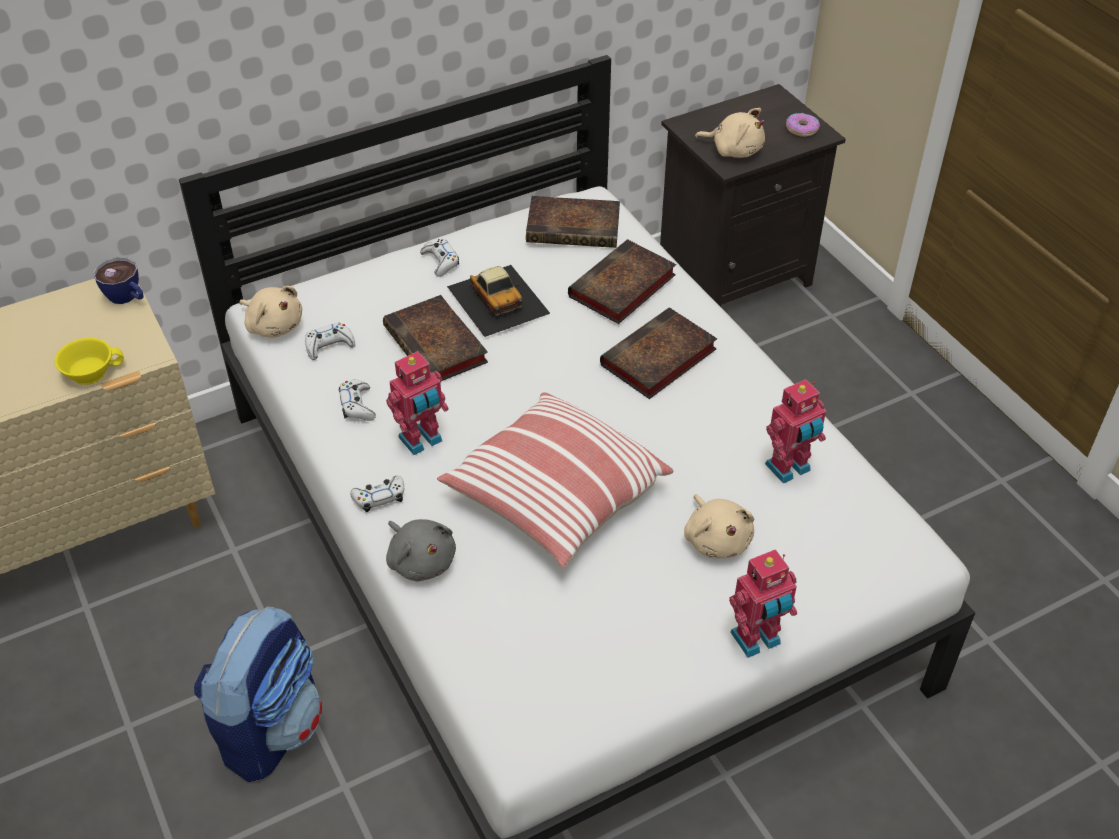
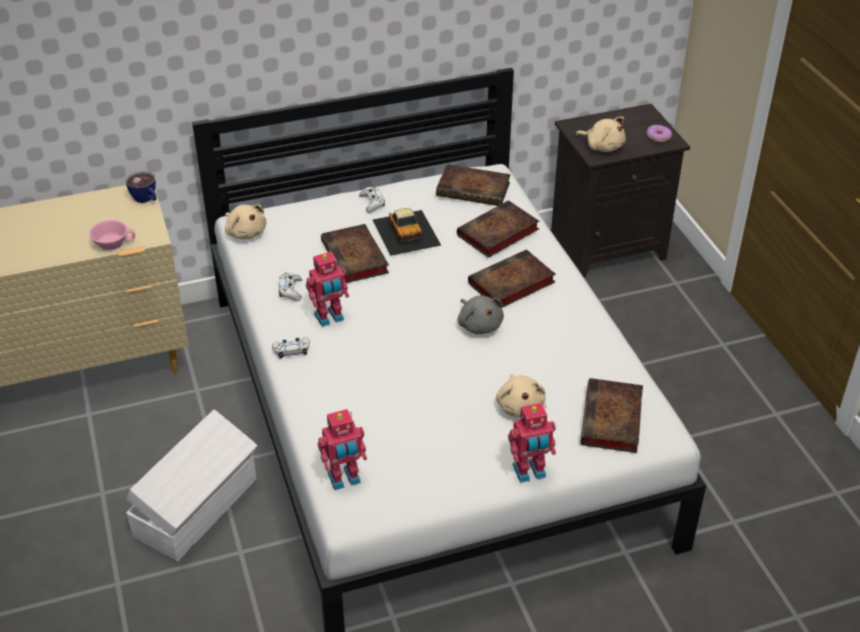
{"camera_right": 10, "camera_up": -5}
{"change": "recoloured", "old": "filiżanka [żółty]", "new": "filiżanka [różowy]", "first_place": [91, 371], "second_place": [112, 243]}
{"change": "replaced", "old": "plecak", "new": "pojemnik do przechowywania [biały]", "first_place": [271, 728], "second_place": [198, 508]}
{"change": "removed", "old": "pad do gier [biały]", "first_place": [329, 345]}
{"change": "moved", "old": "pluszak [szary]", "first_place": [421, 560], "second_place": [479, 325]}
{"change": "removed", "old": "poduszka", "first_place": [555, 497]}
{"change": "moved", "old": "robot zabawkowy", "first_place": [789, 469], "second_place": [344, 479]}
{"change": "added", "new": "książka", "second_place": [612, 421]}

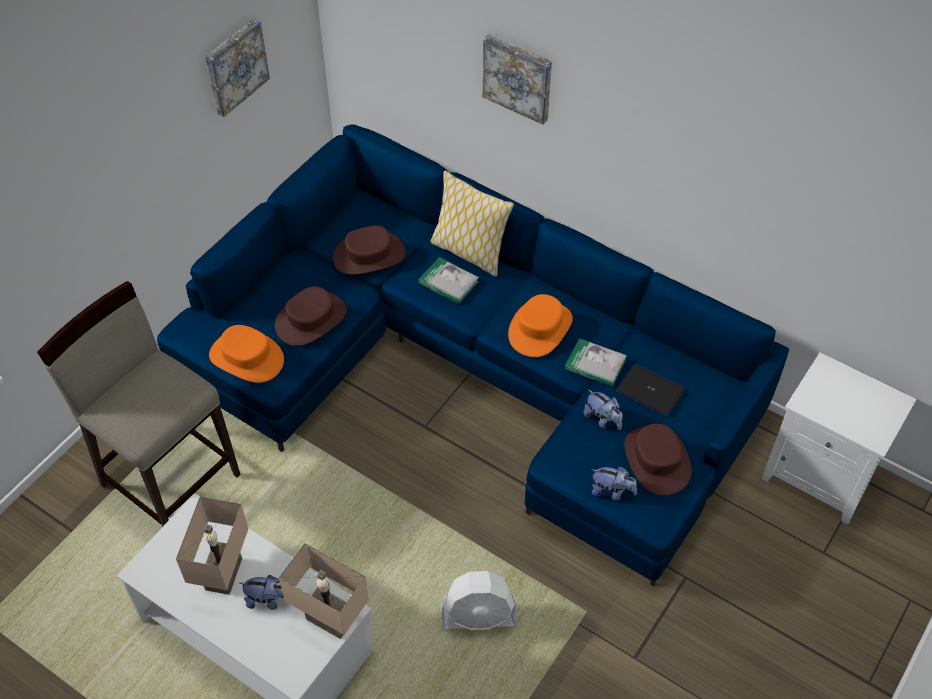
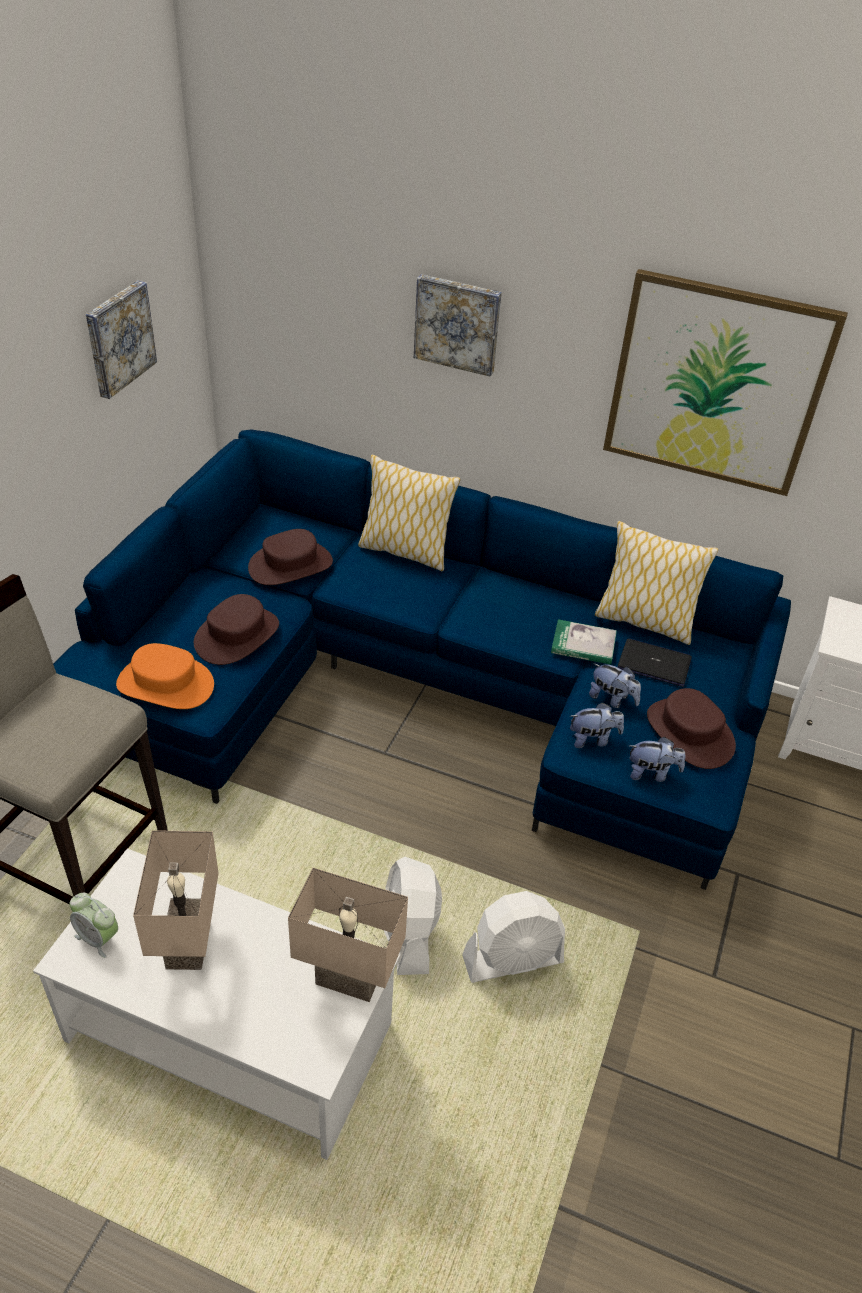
{"camera_right": -15, "camera_up": -10}
{"change": "moved", "old": "pluszak", "first_place": [268, 600], "second_place": [593, 739]}
{"change": "removed", "old": "książka", "first_place": [448, 282]}
{"change": "removed", "old": "kapelusz [pomarańczowy]", "first_place": [540, 328]}
{"change": "added", "new": "budzik", "second_place": [98, 938]}
{"change": "added", "new": "wentylator [biały]", "second_place": [410, 933]}
{"change": "added", "new": "poduszka", "second_place": [644, 621]}
{"change": "added", "new": "obraz", "second_place": [716, 384]}

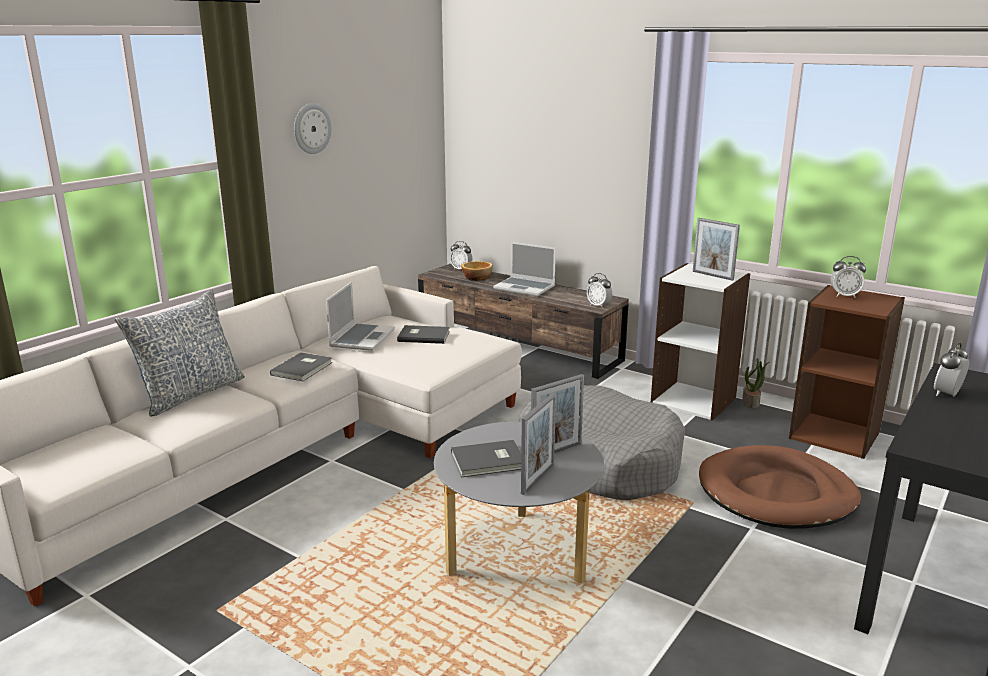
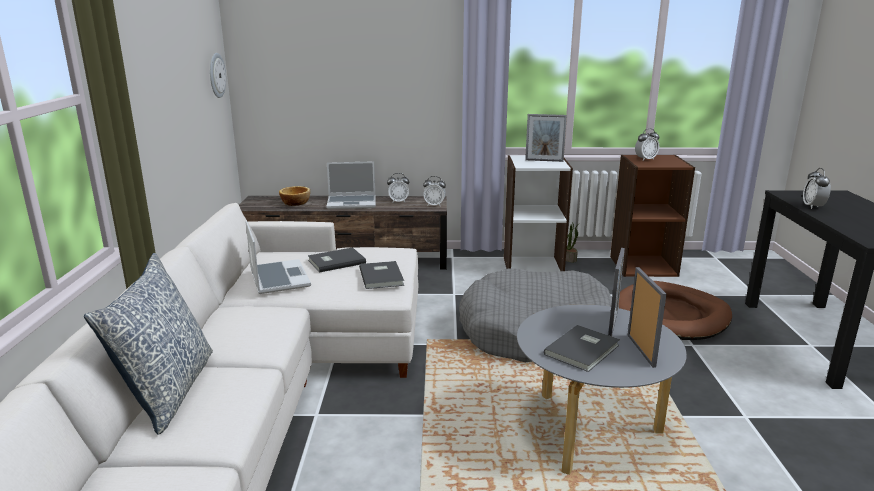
{"camera_right": -35, "camera_up": 0}
{"change": "moved", "old": "książka [szary]", "first_place": [303, 368], "second_place": [382, 276]}
{"change": "moved", "old": "zegar ścienny", "first_place": [311, 128], "second_place": [216, 75]}
{"change": "moved", "old": "budzik", "first_place": [461, 269], "second_place": [398, 201]}

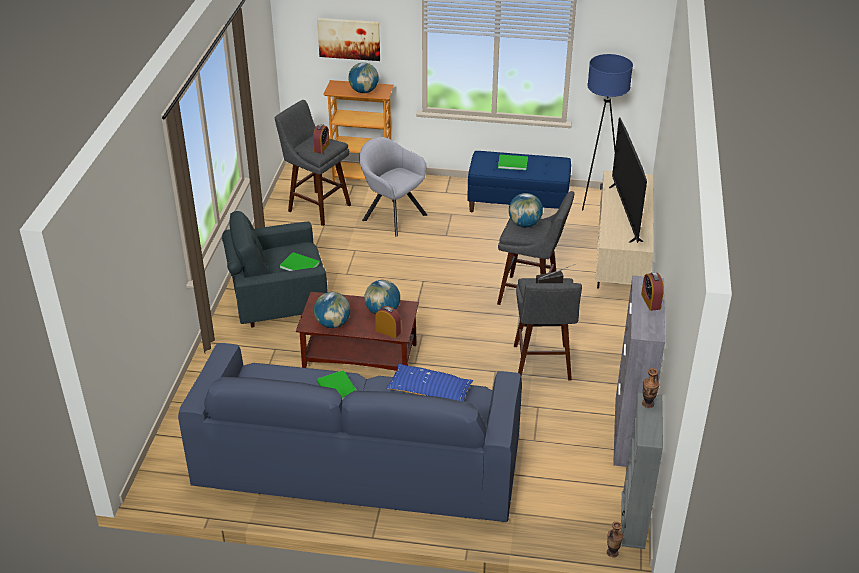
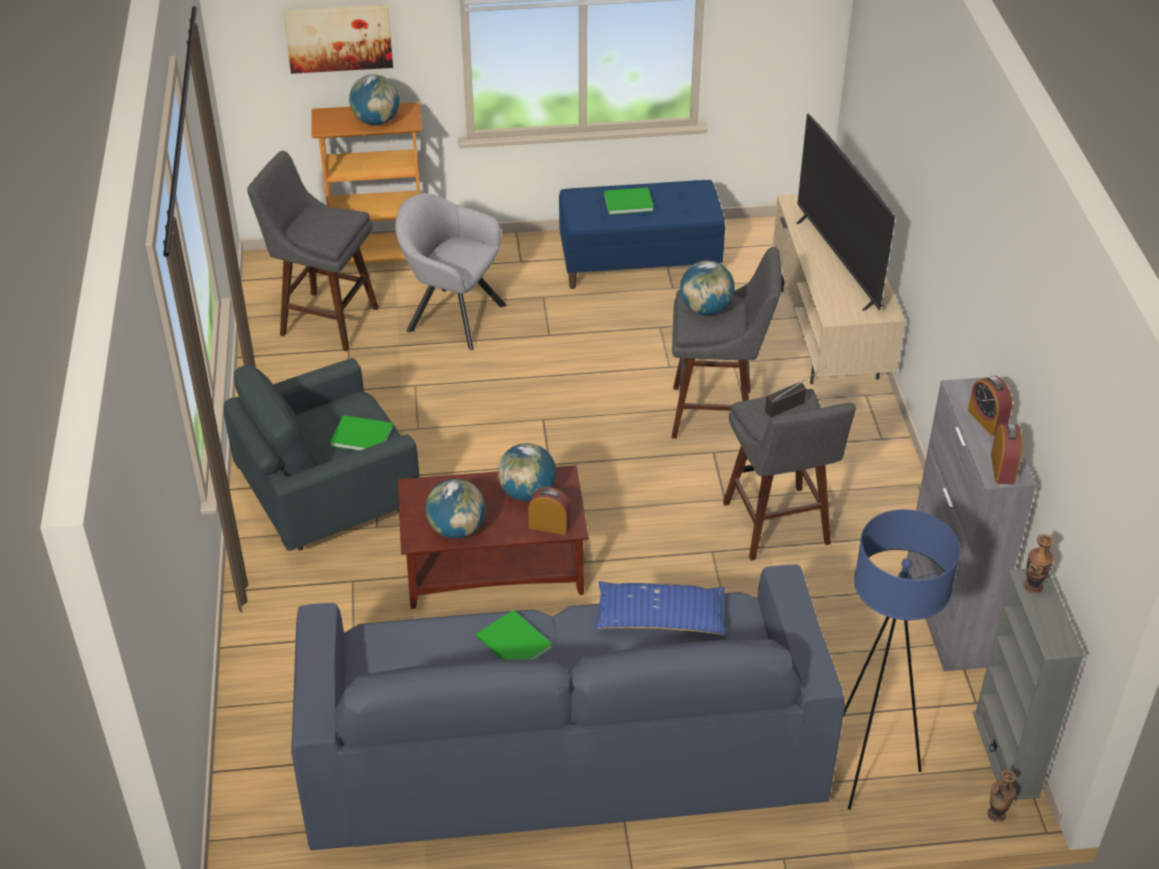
{"camera_right": -15, "camera_up": 5}
{"change": "moved", "old": "budzik", "first_place": [321, 147], "second_place": [1002, 468]}
{"change": "moved", "old": "lampa stojąca [niebieski]", "first_place": [596, 200], "second_place": [867, 769]}

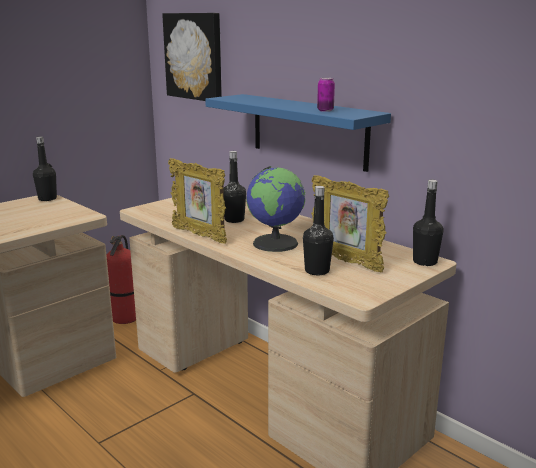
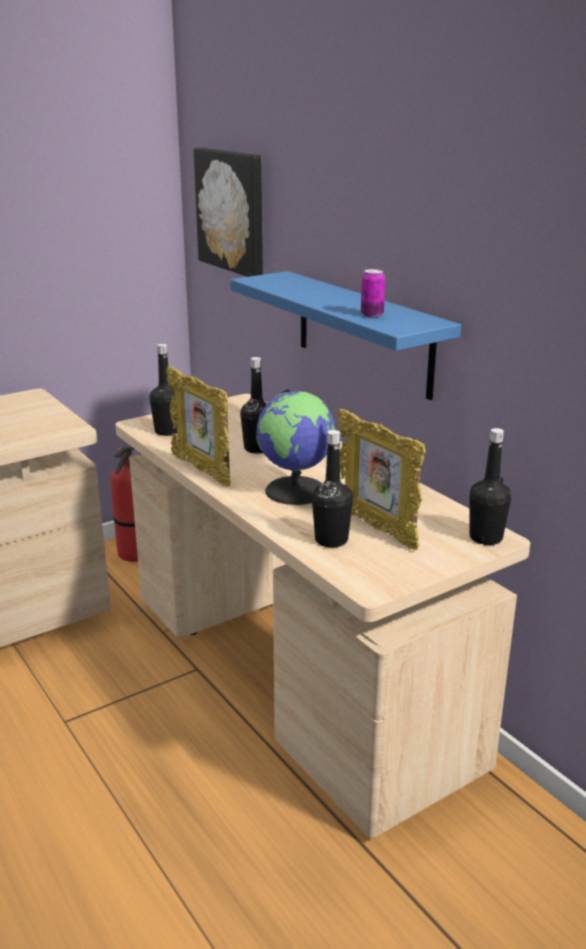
{"camera_right": 10, "camera_up": 5}
{"change": "moved", "old": "butelka [czarny]", "first_place": [47, 199], "second_place": [167, 431]}

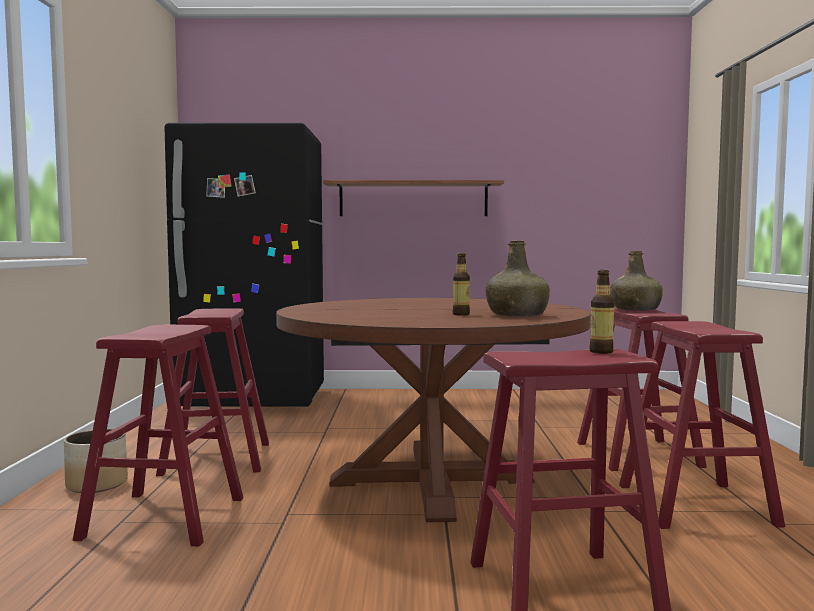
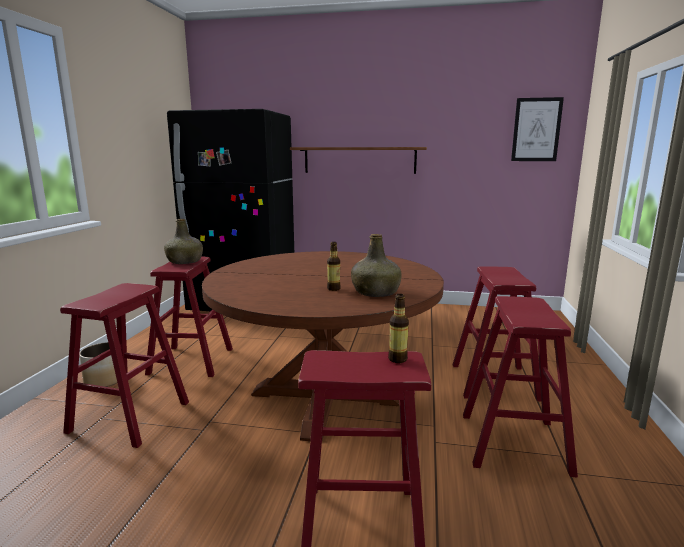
{"camera_right": 10, "camera_up": 10}
{"change": "moved", "old": "butelka [zielony]", "first_place": [635, 309], "second_place": [185, 261]}
{"change": "added", "new": "obraz", "second_place": [536, 130]}

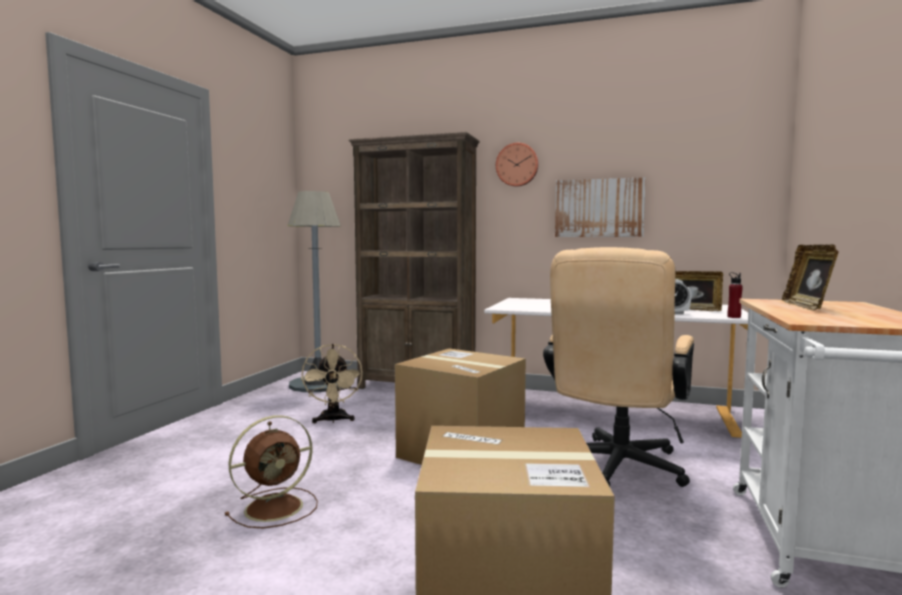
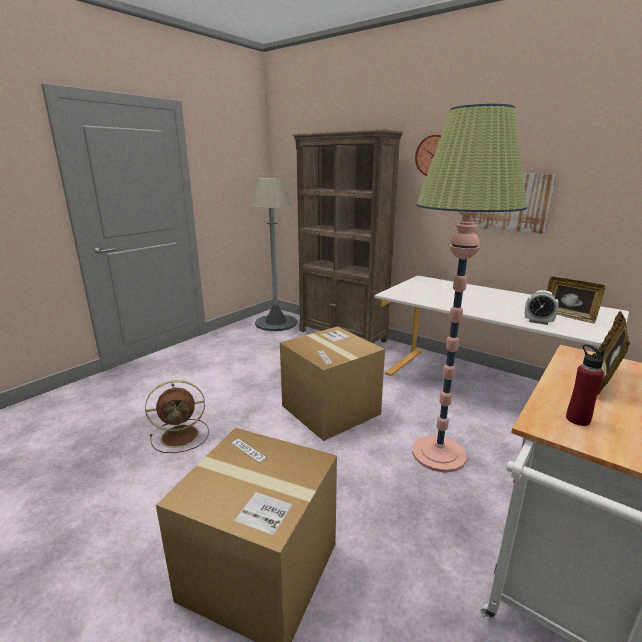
{"camera_right": 20, "camera_up": 15}
{"change": "removed", "old": "wentylator [beżowy]", "first_place": [333, 420]}
{"change": "replaced", "old": "krzesło biurowe [beżowy]", "new": "lampa stojąca", "first_place": [616, 470], "second_place": [438, 454]}
{"change": "moved", "old": "butelka [czerwony]", "first_place": [733, 317], "second_place": [577, 419]}

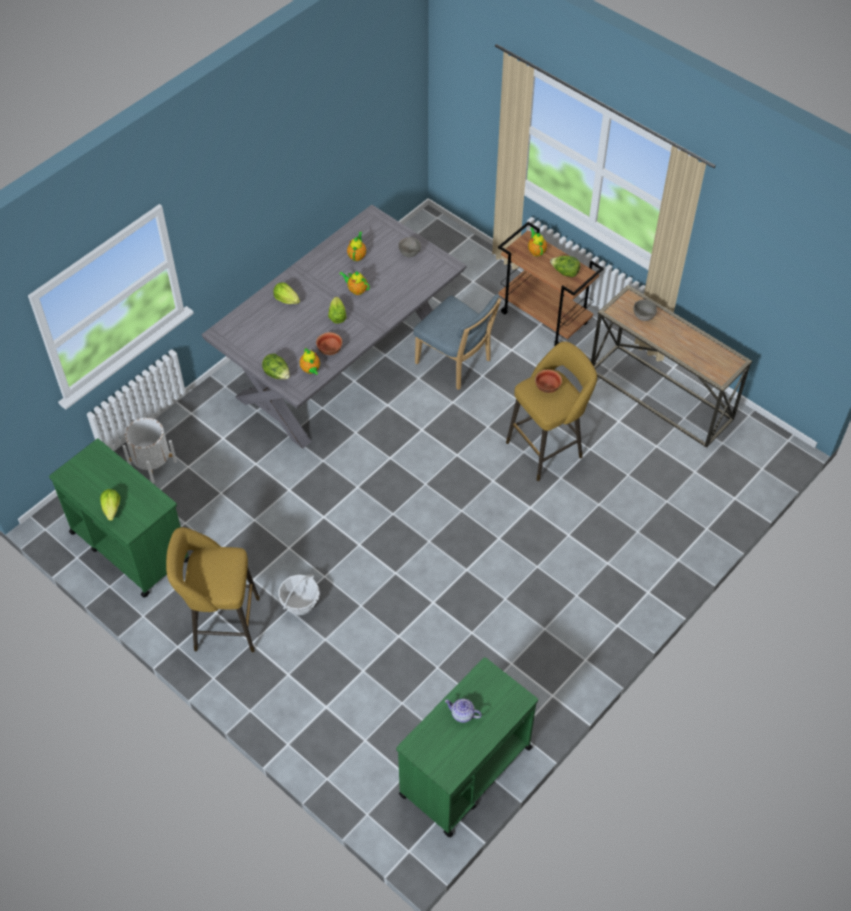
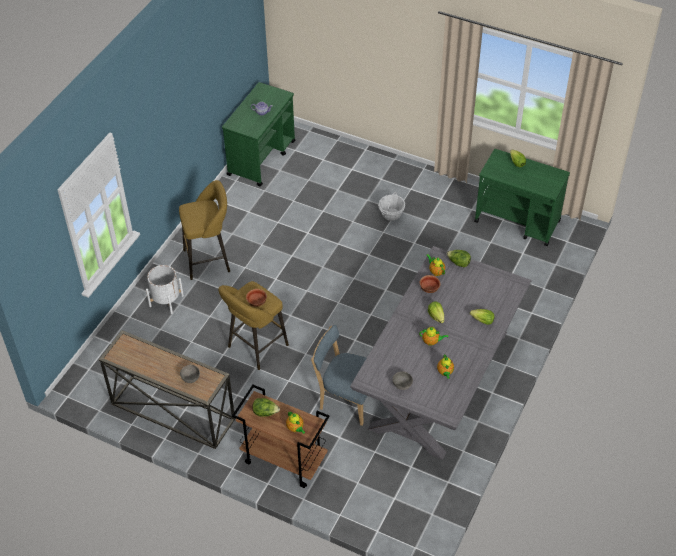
{"camera_right": 165, "camera_up": -5}
{"change": "moved", "old": "donica [biały]", "first_place": [152, 464], "second_place": [166, 301]}
{"change": "moved", "old": "stołek [żółty]", "first_place": [222, 624], "second_place": [210, 260]}

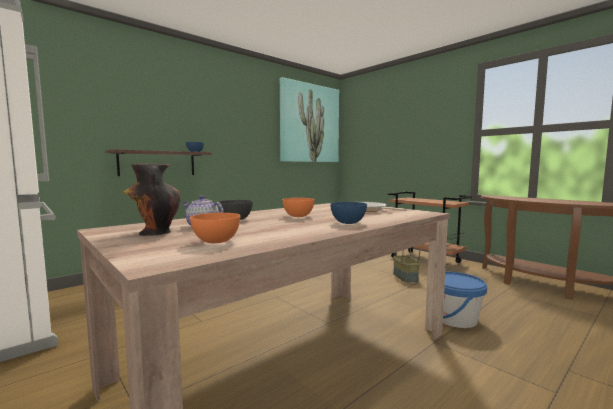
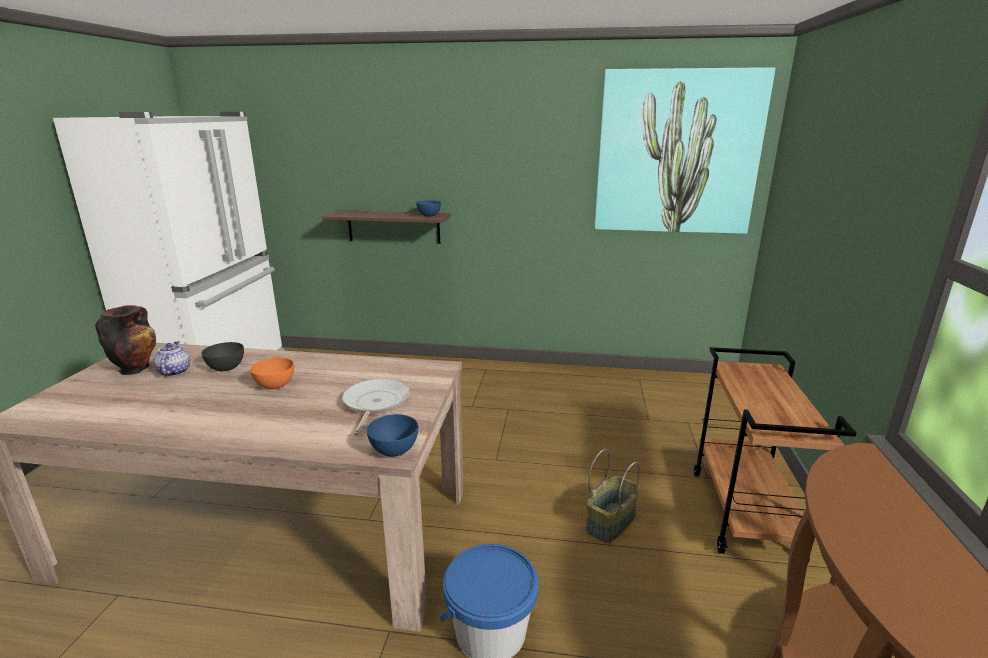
{"camera_right": 50, "camera_up": 15}
{"change": "removed", "old": "miska [pomarańczowy]", "first_place": [216, 241]}
{"change": "moved", "old": "miska [niebieski]", "first_place": [348, 223], "second_place": [394, 450]}

